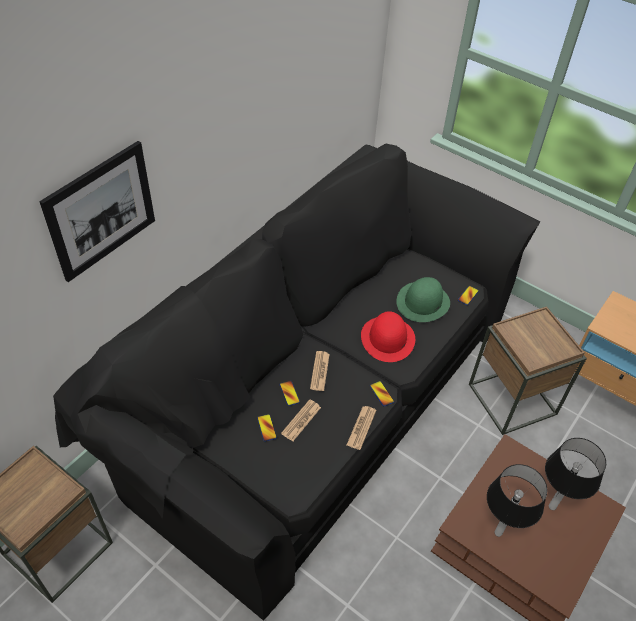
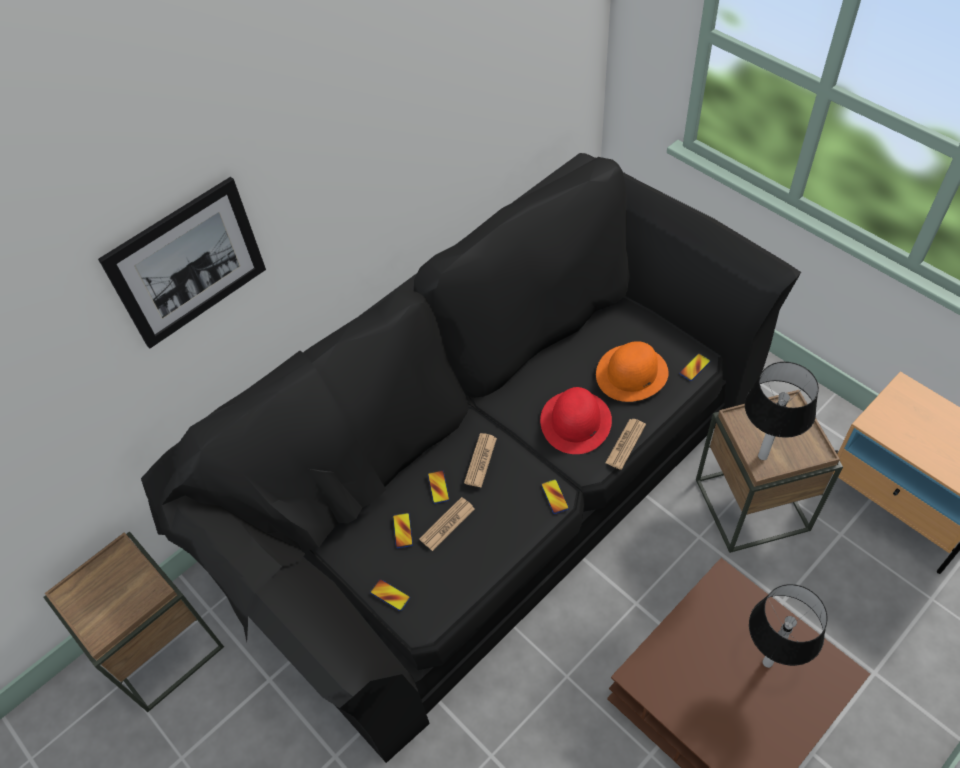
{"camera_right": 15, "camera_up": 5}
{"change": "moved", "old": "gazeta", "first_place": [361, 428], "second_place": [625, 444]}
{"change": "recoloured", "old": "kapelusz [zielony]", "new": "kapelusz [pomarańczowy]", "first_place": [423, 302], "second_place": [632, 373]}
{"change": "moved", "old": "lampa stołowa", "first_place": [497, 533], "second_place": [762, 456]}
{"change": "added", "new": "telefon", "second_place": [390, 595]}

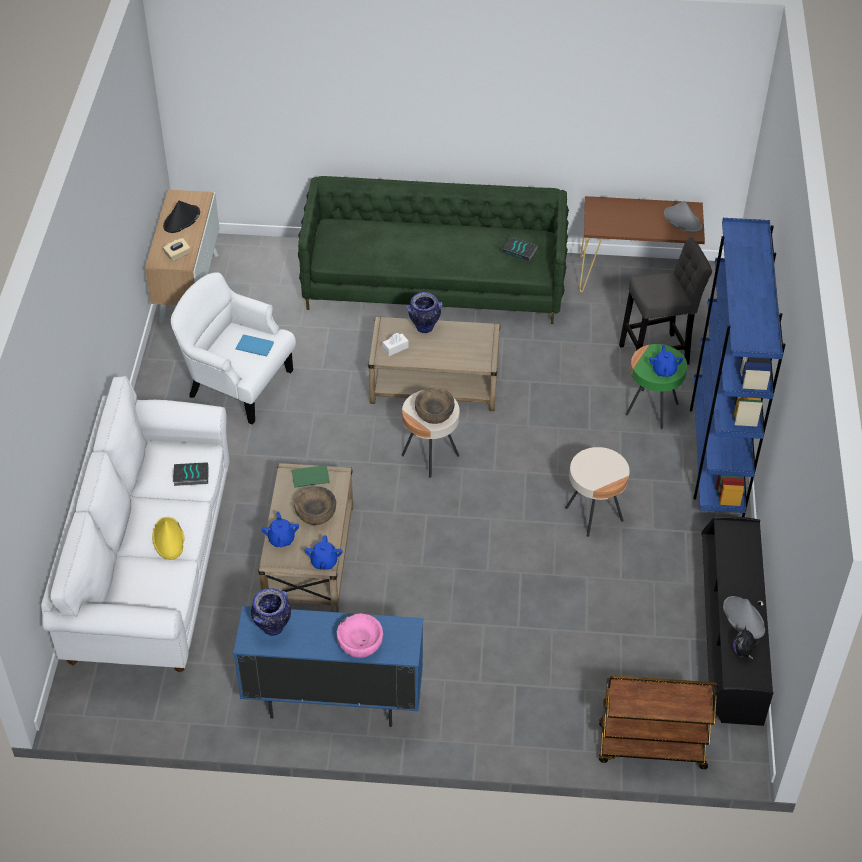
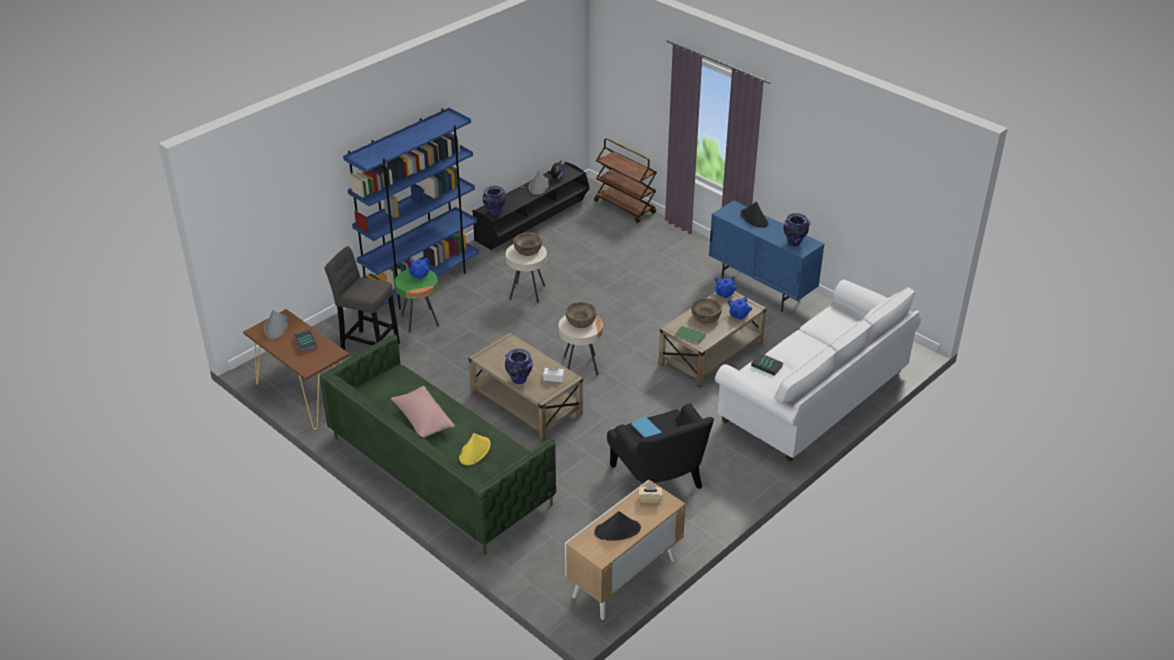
{"camera_right": -140, "camera_up": -10}
{"change": "moved", "old": "kapelusz [żółty]", "first_place": [168, 539], "second_place": [475, 451]}
{"change": "recoloured", "old": "fotel [biały]", "new": "fotel [czarny]", "first_place": [237, 384], "second_place": [658, 477]}
{"change": "replaced", "old": "miska [różowy]", "new": "kapelusz [czarny]", "first_place": [360, 643], "second_place": [754, 218]}
{"change": "moved", "old": "książka", "first_place": [520, 251], "second_place": [305, 343]}
{"change": "added", "new": "poduszka [różowy]", "second_place": [423, 420]}
{"change": "added", "new": "wazon", "second_place": [494, 213]}
{"change": "added", "new": "miska [brązowy]", "second_place": [528, 250]}

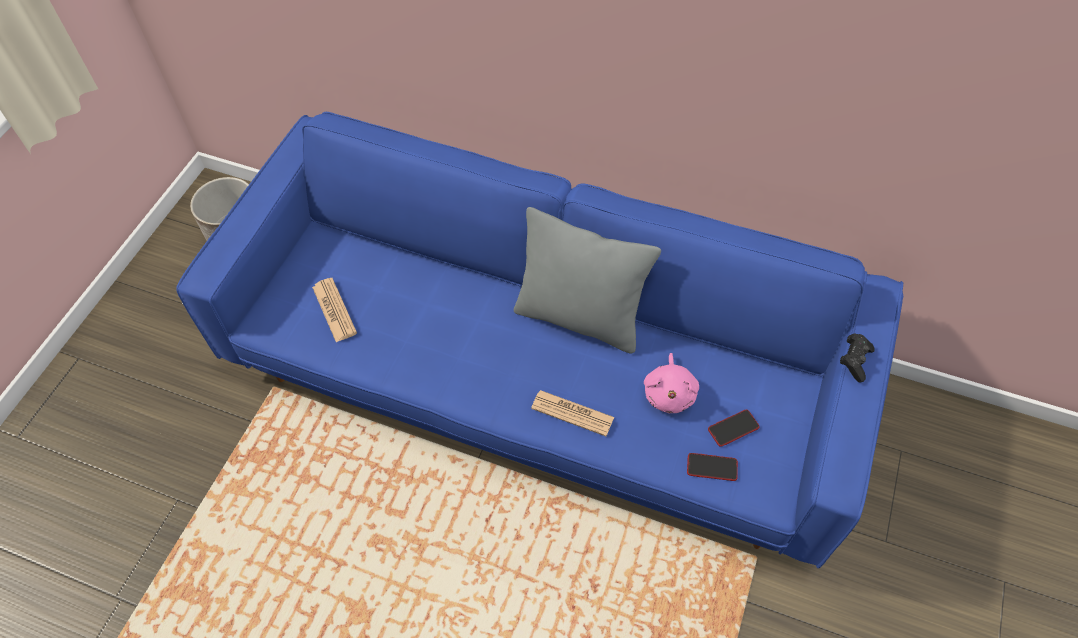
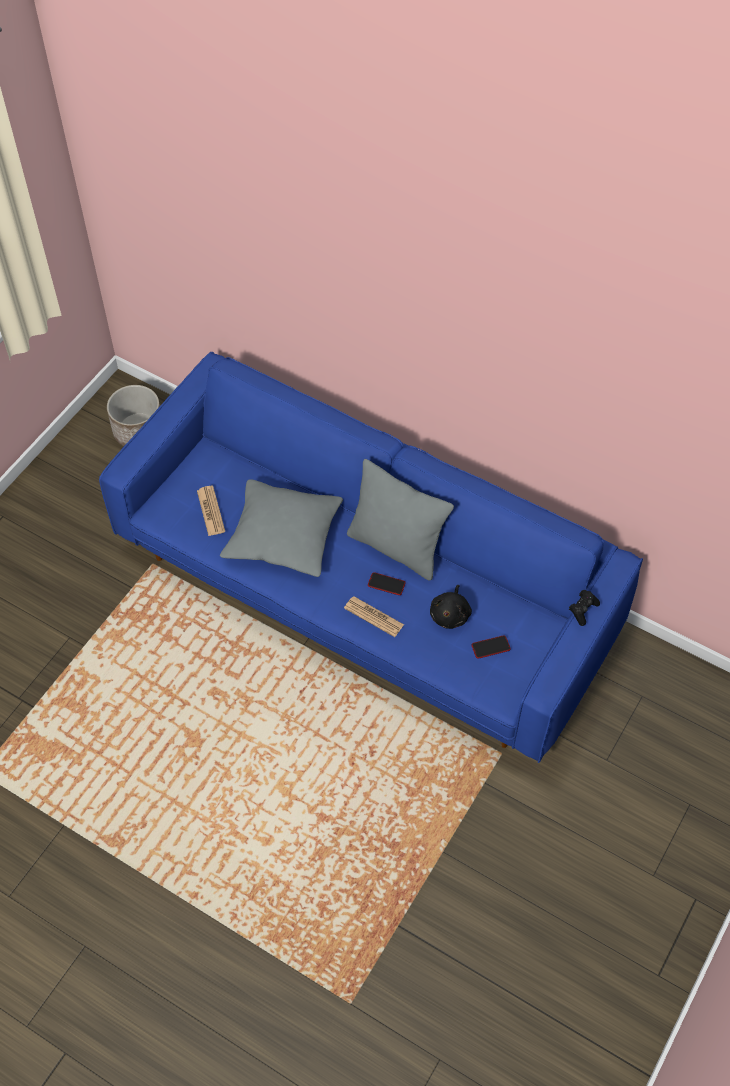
{"camera_right": 10, "camera_up": 0}
{"change": "recoloured", "old": "pluszak [różowy]", "new": "pluszak [czarny]", "first_place": [669, 393], "second_place": [450, 614]}
{"change": "moved", "old": "telefon", "first_place": [712, 467], "second_place": [386, 584]}
{"change": "added", "new": "poduszka [szary]", "second_place": [283, 537]}

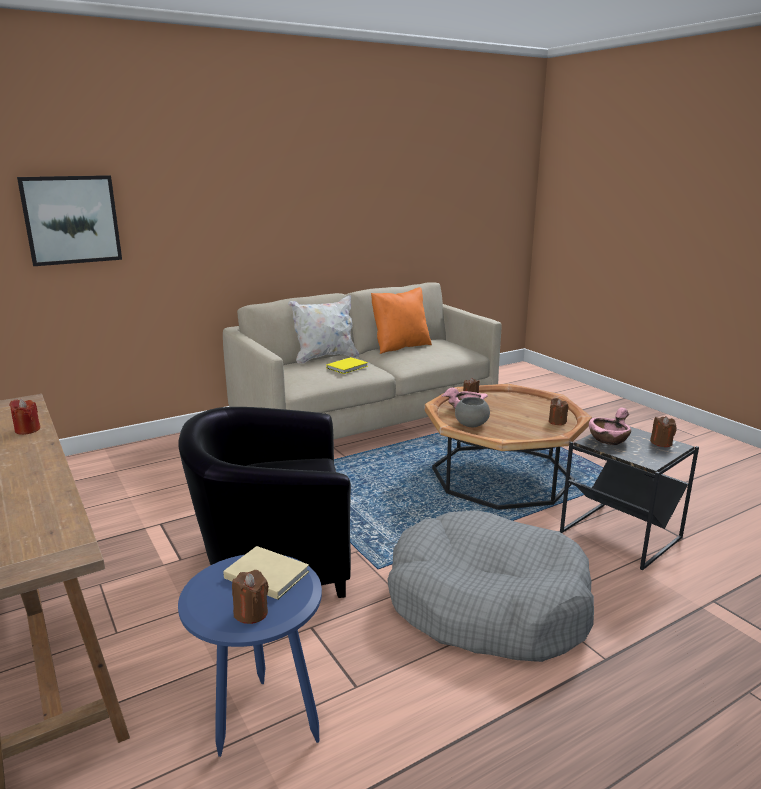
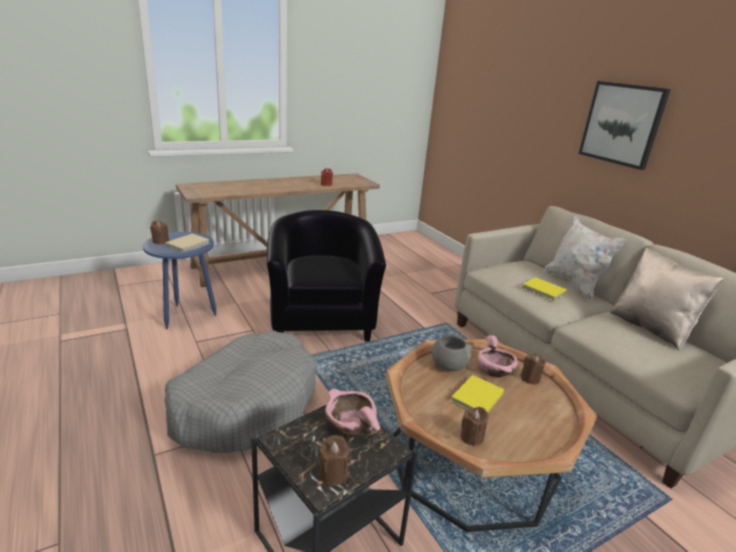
{"camera_right": 90, "camera_up": 5}
{"change": "moved", "old": "obraz", "first_place": [71, 220], "second_place": [622, 124]}
{"change": "recoloured", "old": "poduszka [pomarańczowy]", "new": "poduszka [beżowy]", "first_place": [400, 347], "second_place": [650, 328]}
{"change": "added", "new": "książka [żółty]", "second_place": [475, 398]}

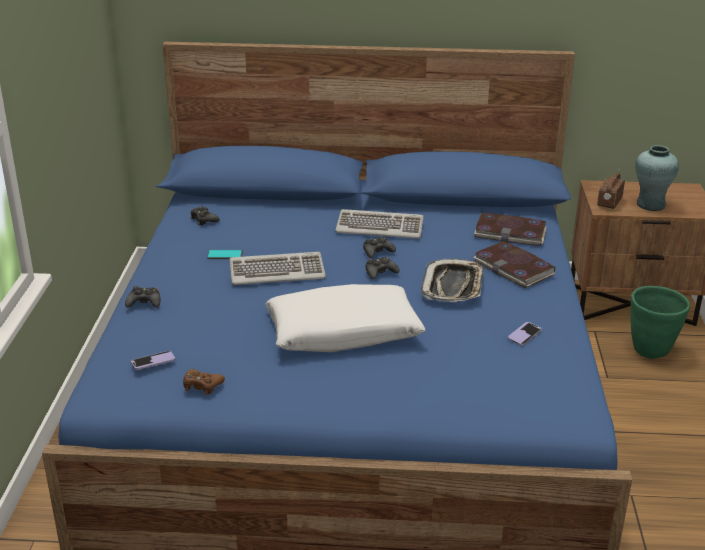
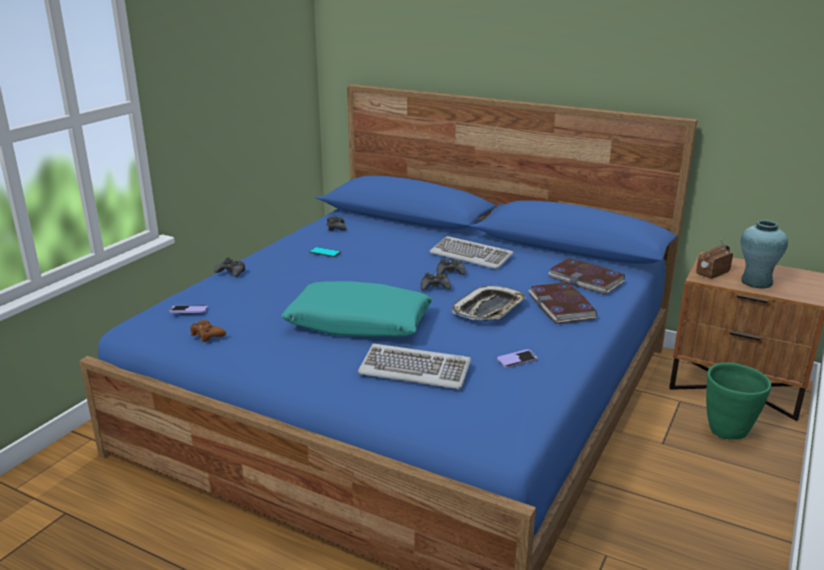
{"camera_right": 25, "camera_up": -5}
{"change": "moved", "old": "klawiatura", "first_place": [277, 272], "second_place": [415, 370]}
{"change": "recoloured", "old": "poduszka [biały]", "new": "poduszka [turkusowy]", "first_place": [343, 332], "second_place": [359, 323]}

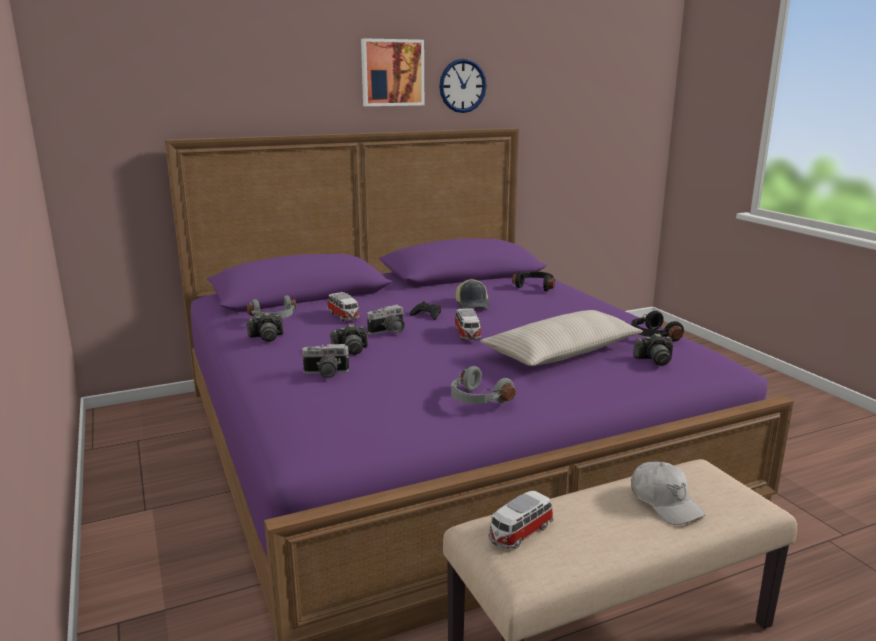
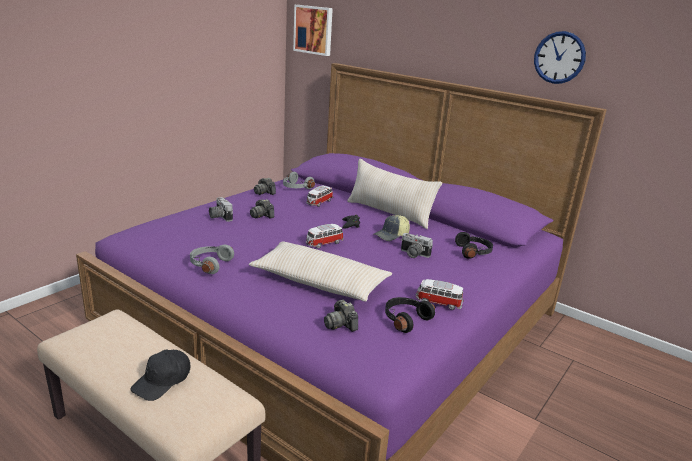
{"camera_right": 60, "camera_up": 5}
{"change": "moved", "old": "obraz", "first_place": [392, 72], "second_place": [314, 30]}
{"change": "moved", "old": "aparat fotograficzny", "first_place": [389, 332], "second_place": [413, 254]}
{"change": "moved", "old": "samochodzik", "first_place": [519, 533], "second_place": [438, 302]}
{"change": "recoloured", "old": "czapka z daszkiem [biały]", "new": "czapka z daszkiem [czarny]", "first_place": [665, 502], "second_place": [162, 381]}
{"change": "added", "new": "poduszka [beżowy]", "second_place": [389, 213]}

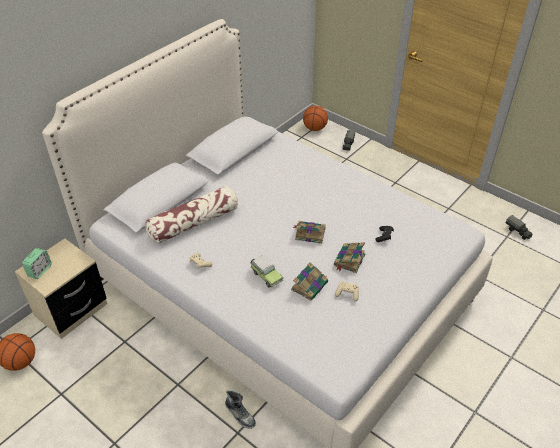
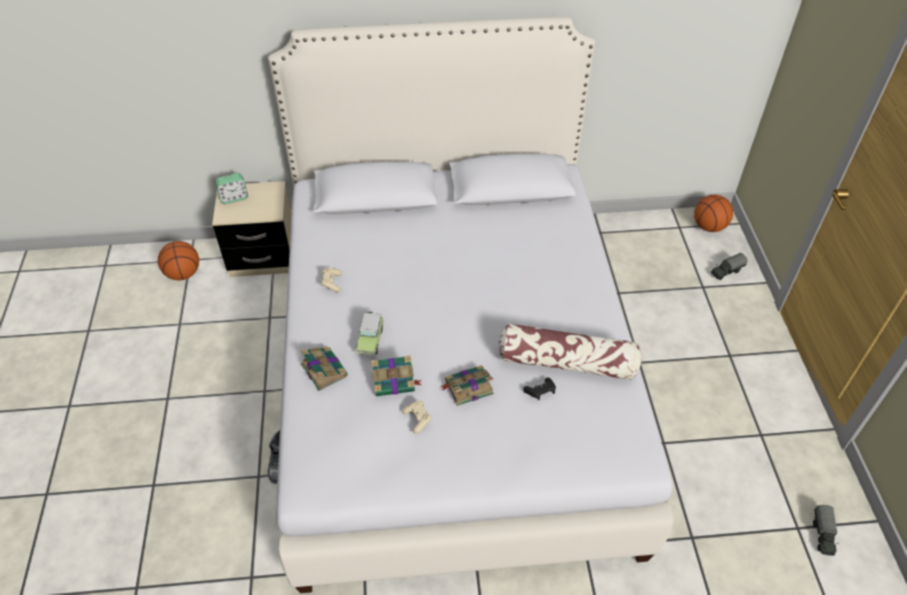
{"camera_right": 45, "camera_up": 5}
{"change": "moved", "old": "poduszka", "first_place": [194, 223], "second_place": [567, 362]}
{"change": "moved", "old": "książka", "first_place": [309, 233], "second_place": [323, 369]}

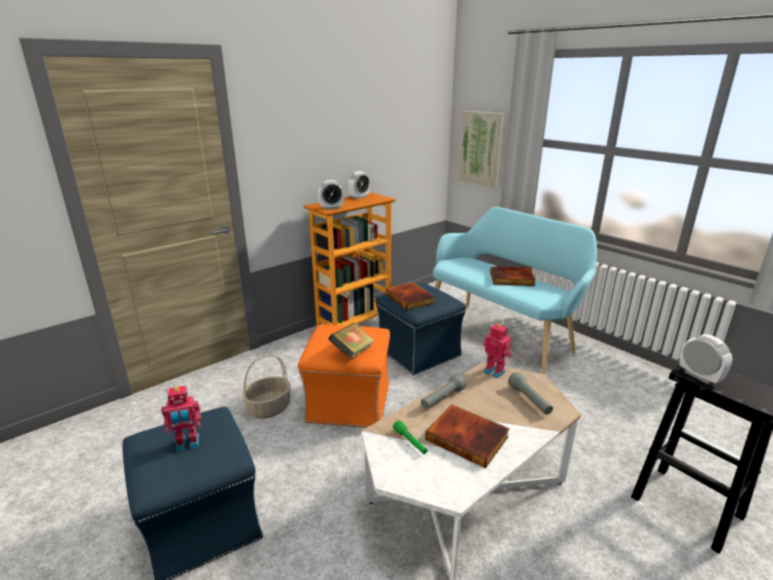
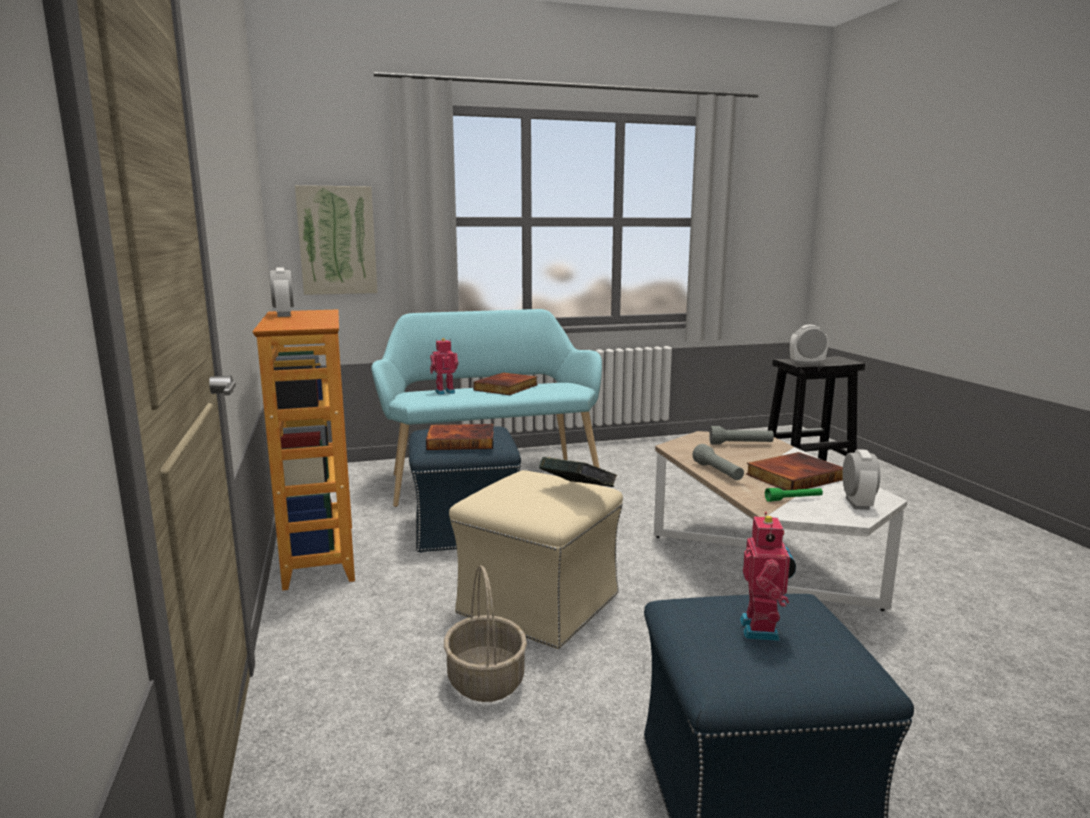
{"camera_right": -65, "camera_up": -10}
{"change": "recoloured", "old": "pufa [pomarańczowy]", "new": "pufa [beżowy]", "first_place": [348, 403], "second_place": [538, 605]}
{"change": "moved", "old": "budzik", "first_place": [331, 208], "second_place": [857, 503]}
{"change": "moved", "old": "robot zabawkowy", "first_place": [495, 371], "second_place": [444, 392]}

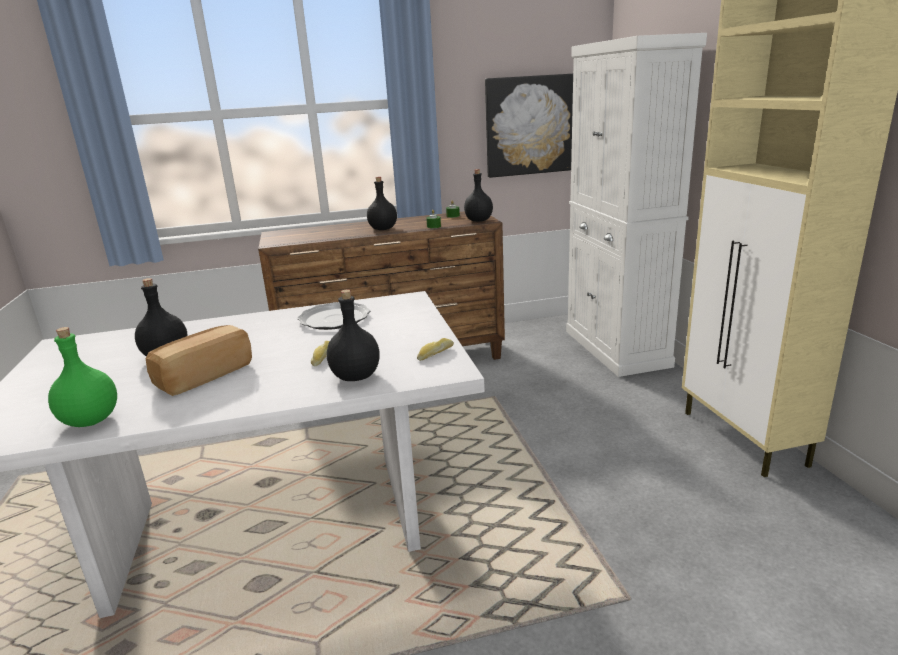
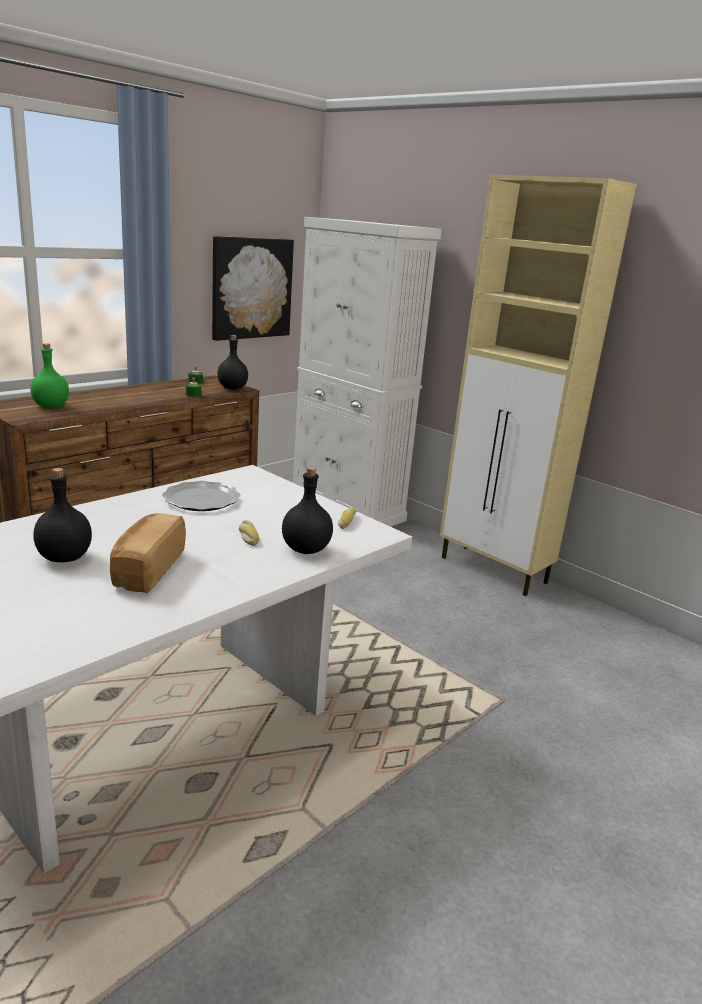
{"camera_right": -35, "camera_up": 0}
{"change": "moved", "old": "butelka [zielony]", "first_place": [91, 421], "second_place": [51, 406]}
{"change": "removed", "old": "butelka [czarny]", "first_place": [383, 229]}

